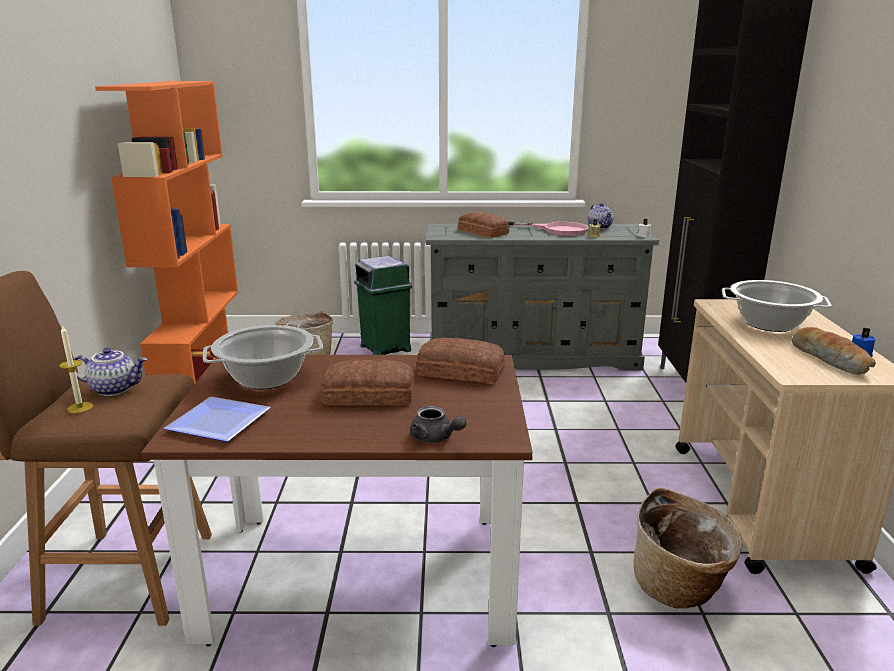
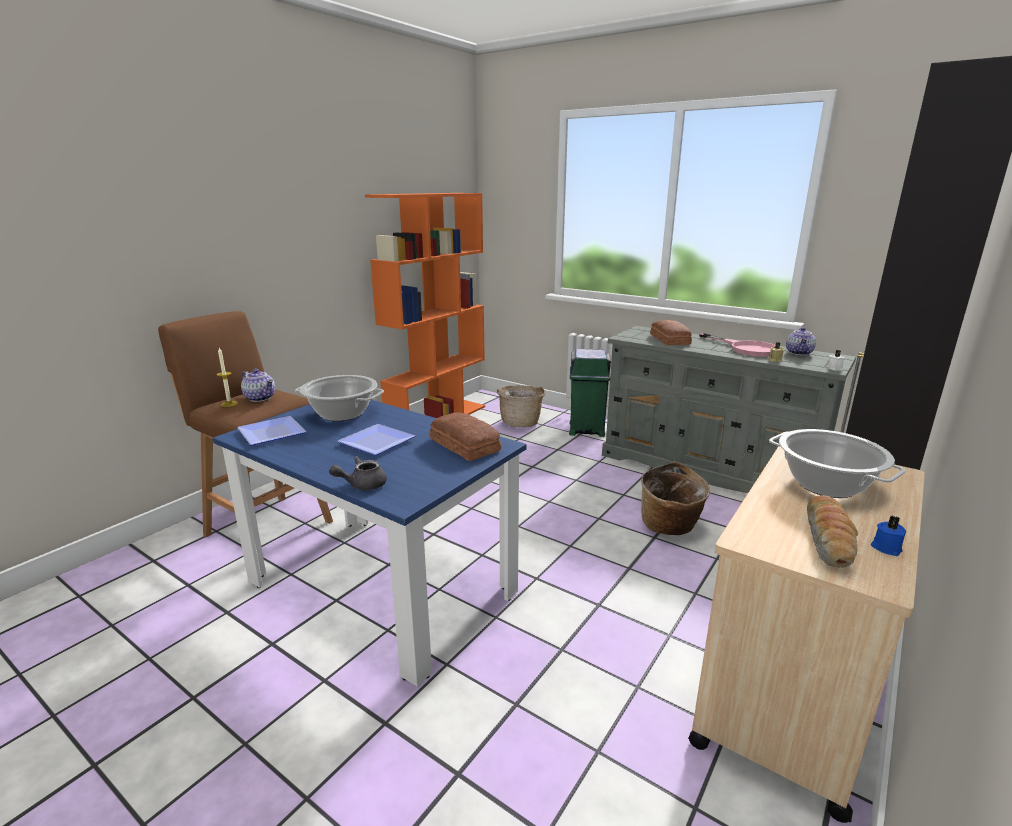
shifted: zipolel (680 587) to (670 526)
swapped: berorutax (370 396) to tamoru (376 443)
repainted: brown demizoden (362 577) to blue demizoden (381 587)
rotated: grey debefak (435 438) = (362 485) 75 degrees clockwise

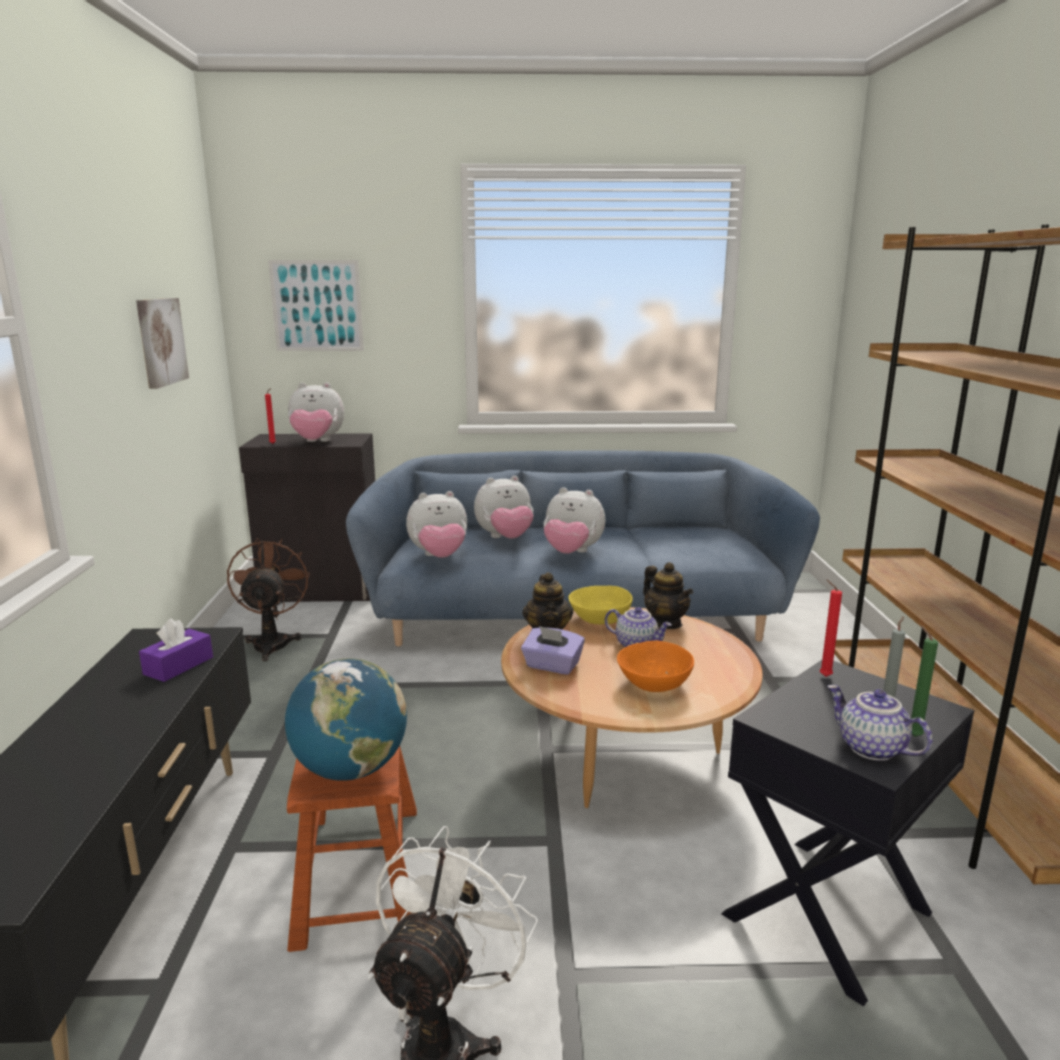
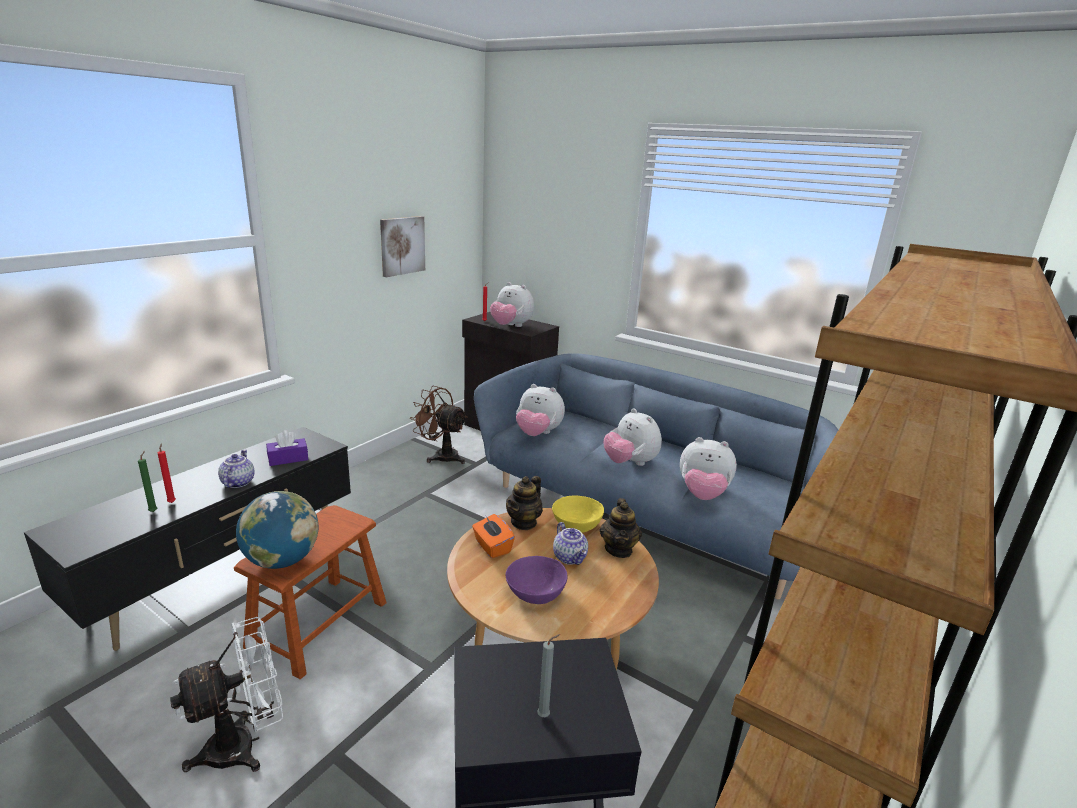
gone: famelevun (317 306)
shifted: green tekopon (912 735) to (154 511); red tekopon (823 676) to (172 502); debefak (870 748) to (237 482); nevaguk (505 538) to (702 494)
repainted: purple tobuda (552 666) to orange tobuda (492 547); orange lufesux (654 684) to purple lufesux (535 593)
rotated: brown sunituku (272 642) = (441 455) 90 degrees counterclockwise

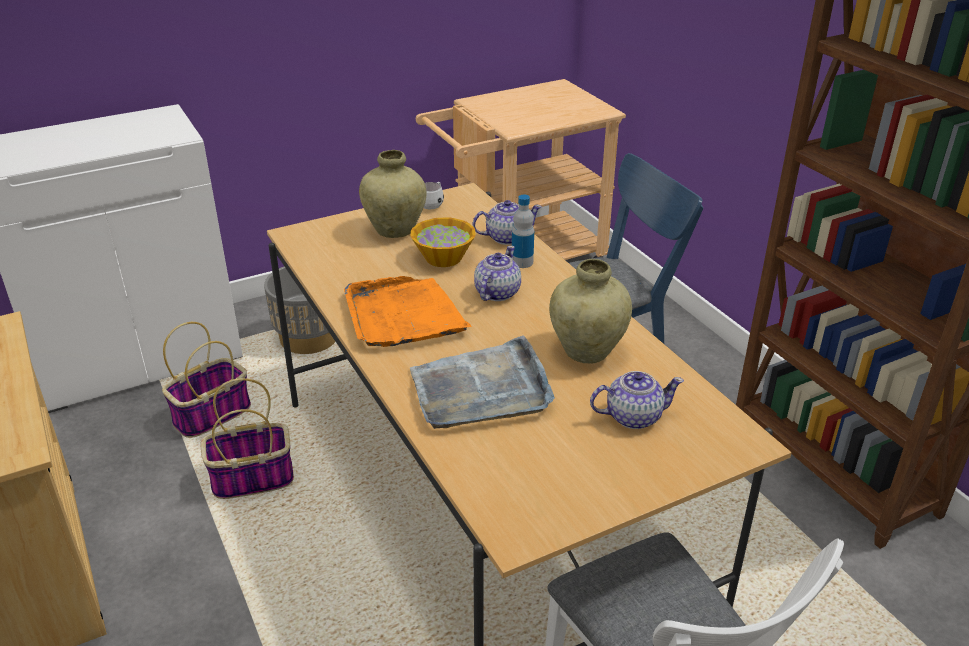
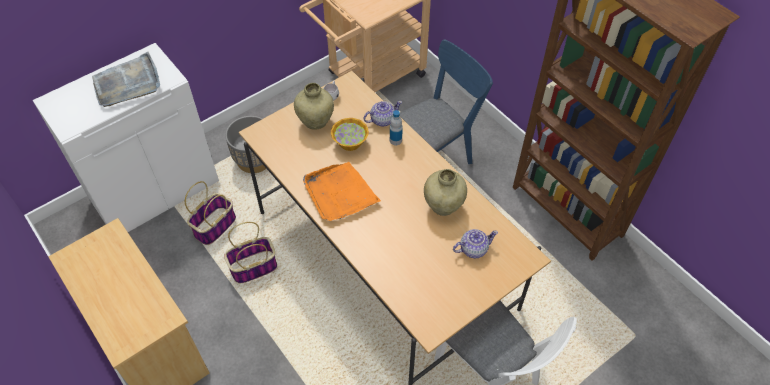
gone: debefak (496 293)
shifted: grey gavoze (481 389) to (127 83)

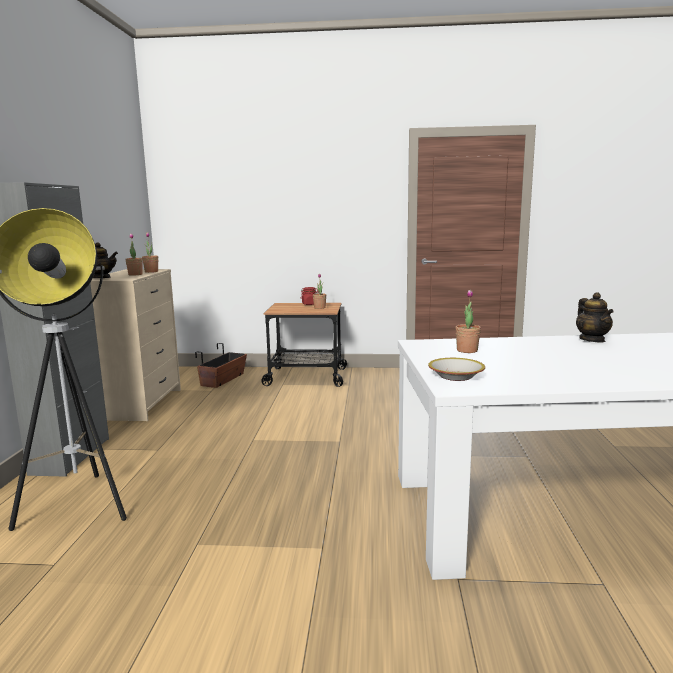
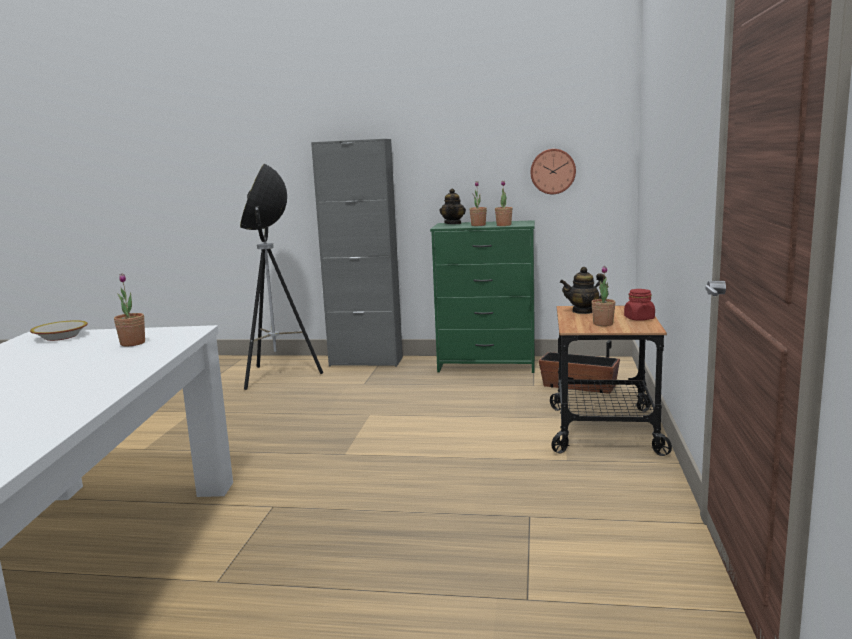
new: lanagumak (553 171)
shifted: debefak (592 340) to (583 311)
repainted: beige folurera (142 404) to green folurera (487 364)

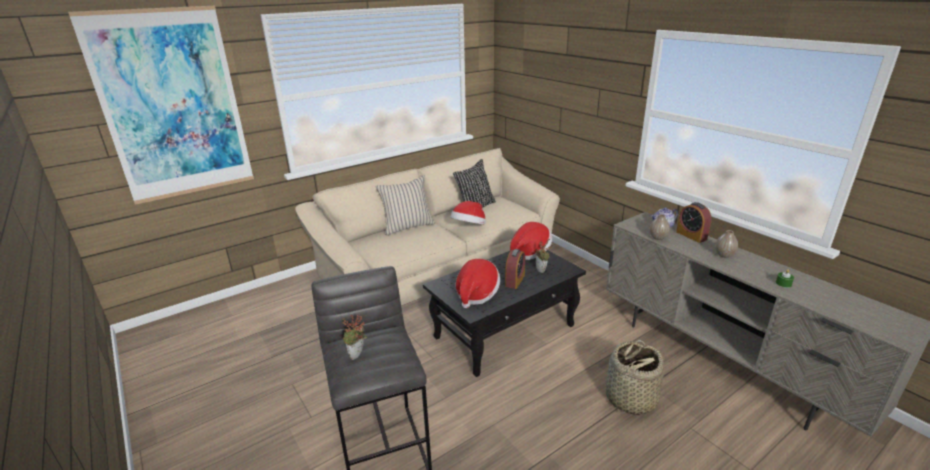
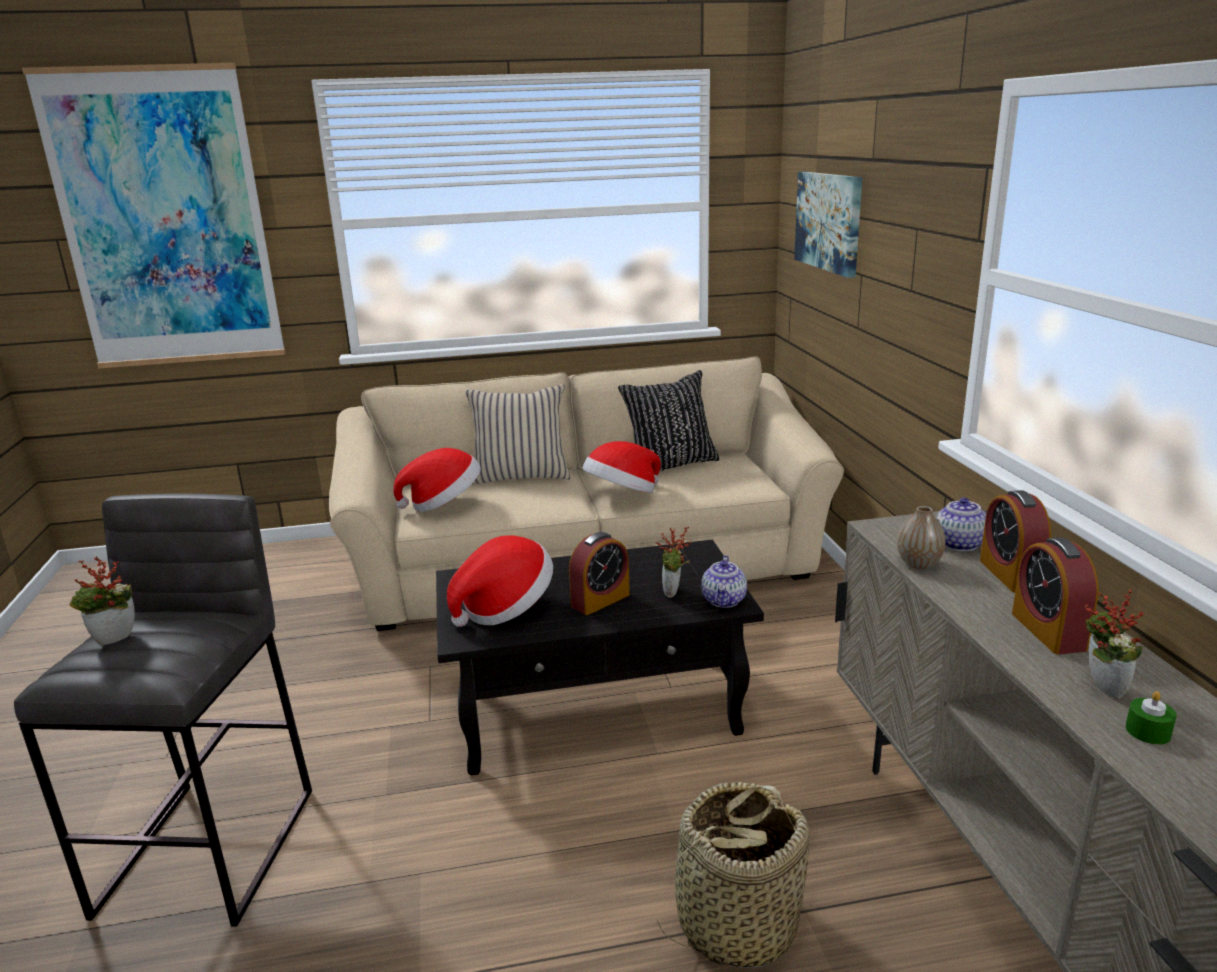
new: debefak (724 600); famelevun (829 221); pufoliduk (1100 687)
shifted: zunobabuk (530 252) to (443 503)
swapped: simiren (724 255) to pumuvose (1048 631)

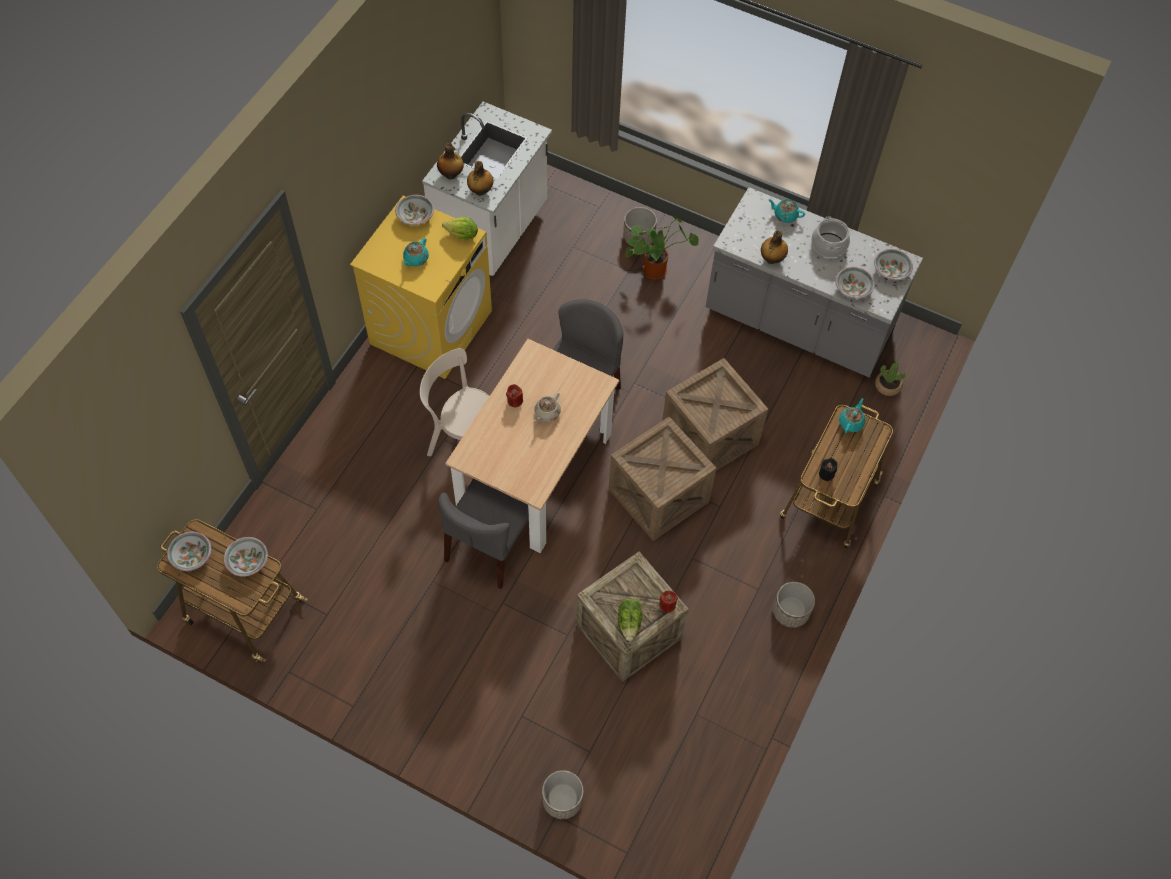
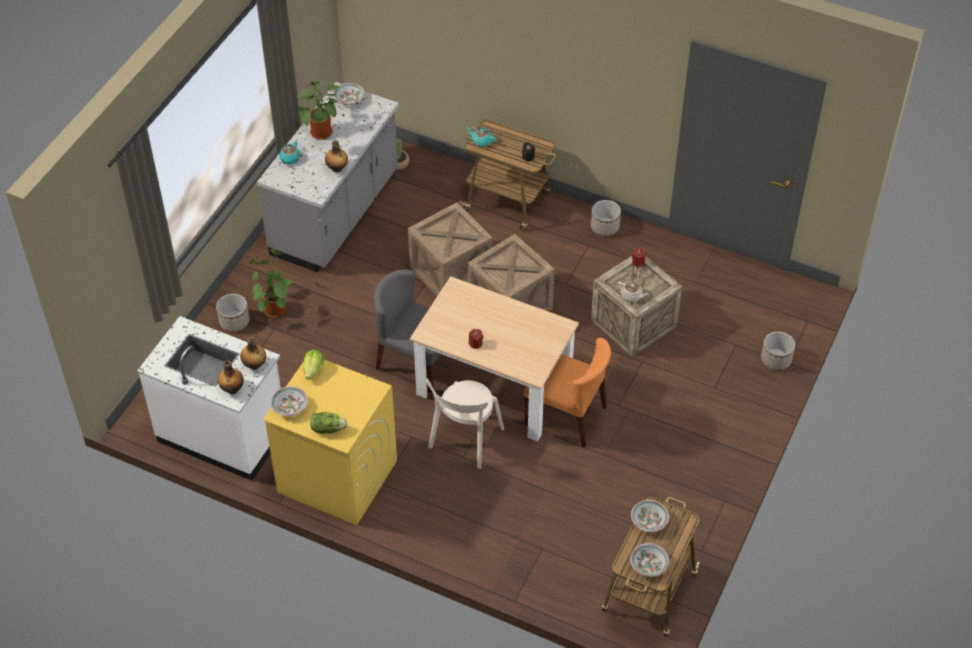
gone: turquoise debefak (415 259); lufesux (853 288)
shifted: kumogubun (630 622) to (328 429); beige debefak (547 413) to (632 296)
swapped: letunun (828 245) to pufoliduk (322 134)
repainted: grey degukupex (491 545) to orange degukupex (566 416)

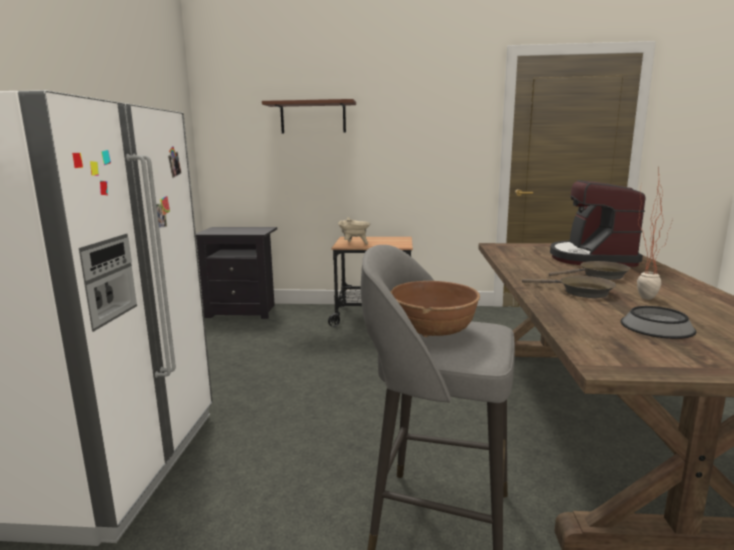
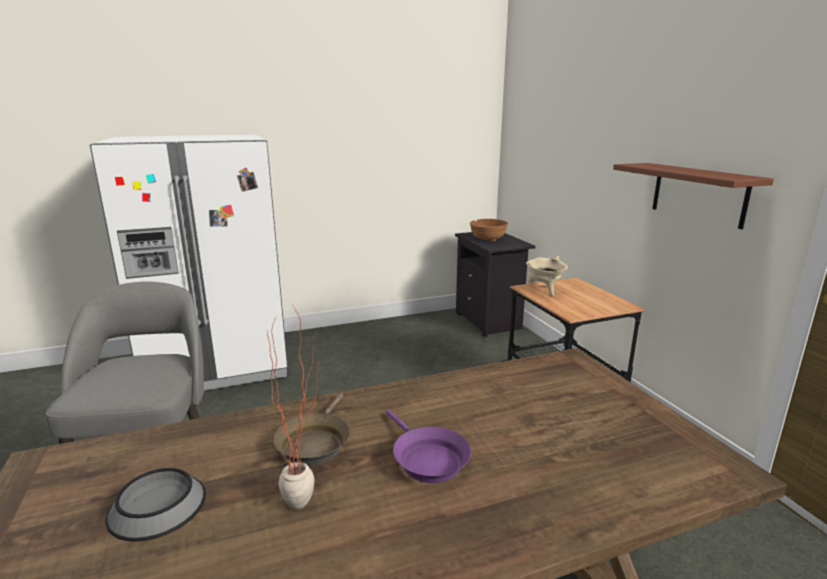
gone: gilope (591 258)
shifted: brown lufesux (433 331) to (488 239); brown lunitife (313 117) to (698 194)
repainted: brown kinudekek (599 275) to purple kinudekek (426 459)

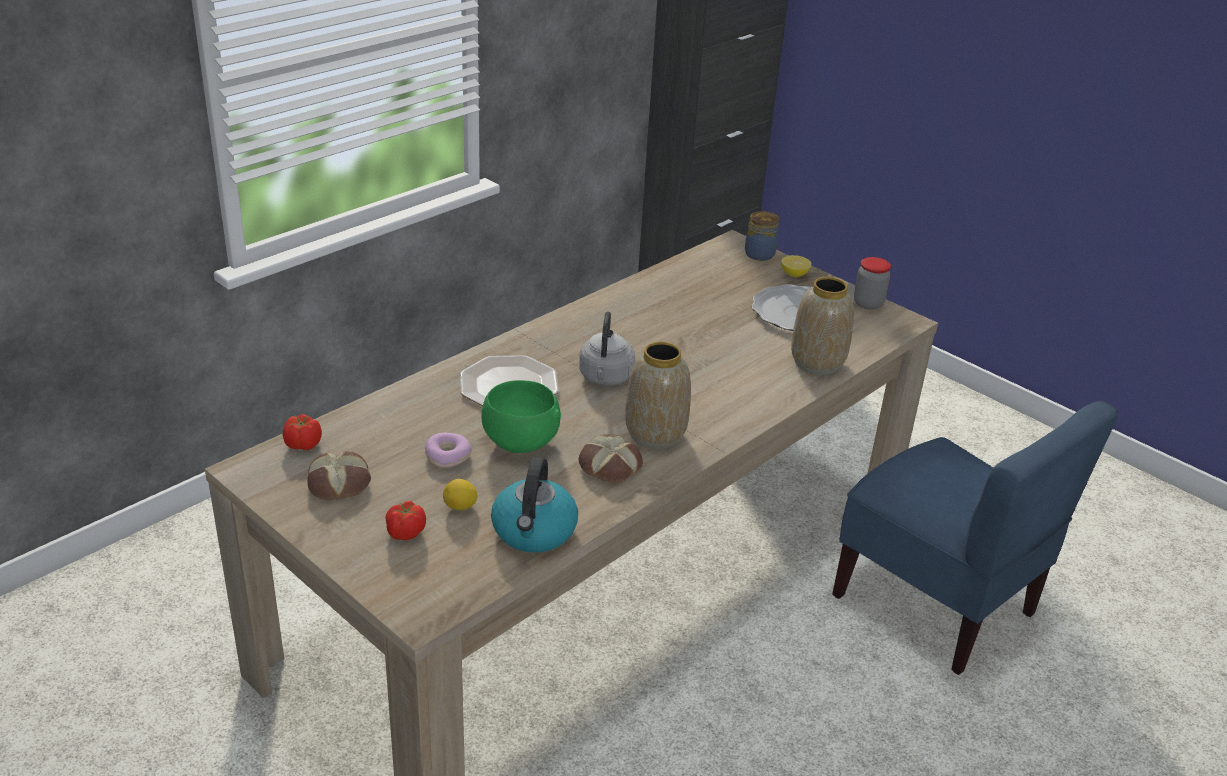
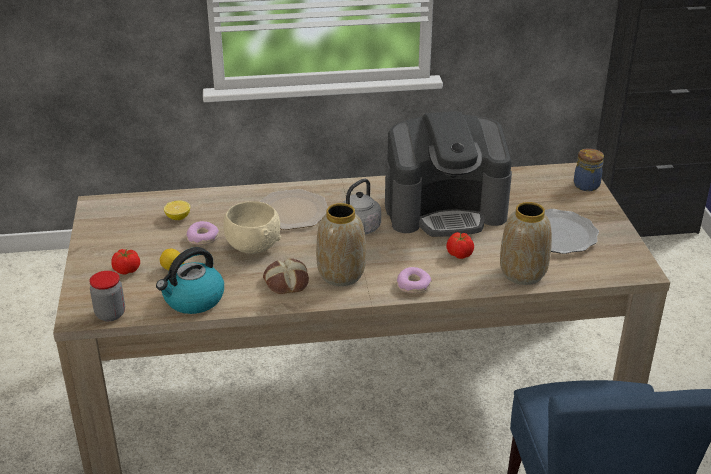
gone: berorutax (340 482)
new: gilope (445 210); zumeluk (413 285)
shifted: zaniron (868 303) to (110 314); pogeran (794 274) to (178 218); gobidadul (303 445) to (459 255)
repainted: green lufesux (519 442) to beige lufesux (253 246)

